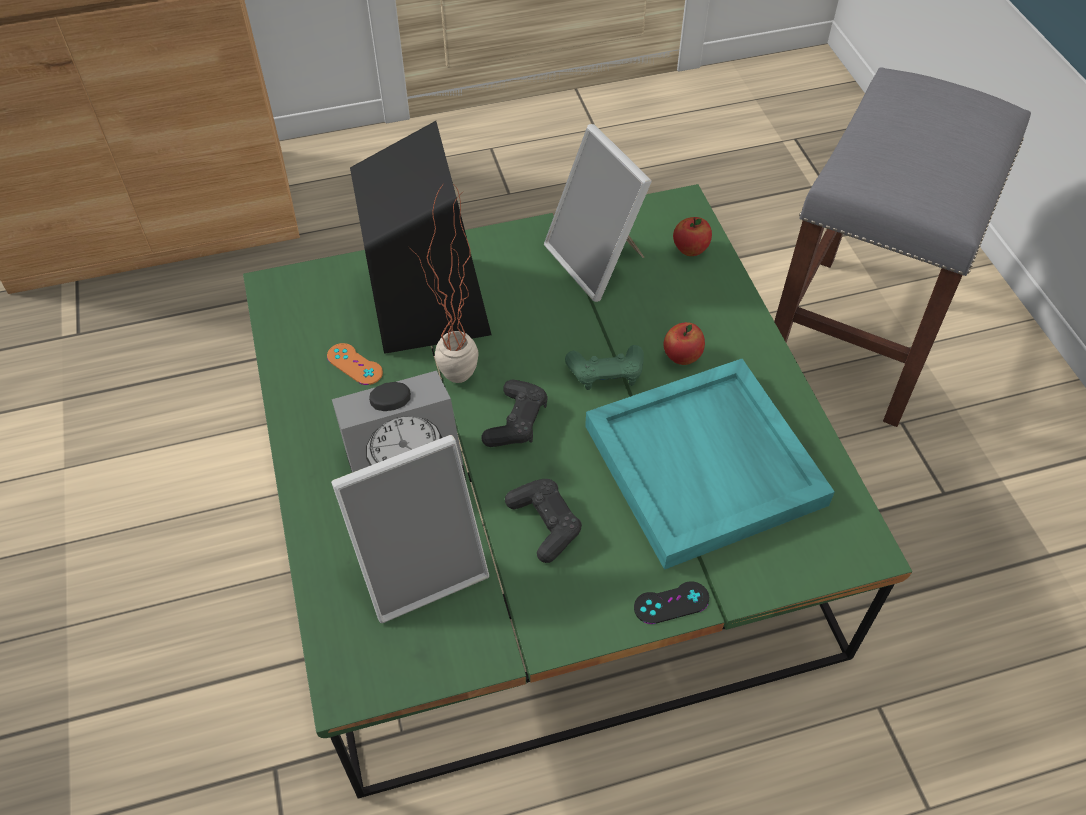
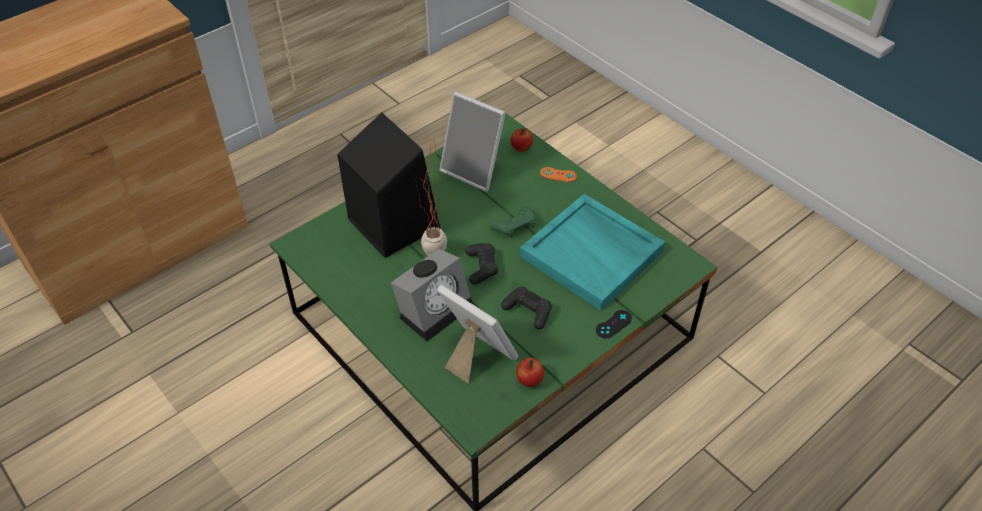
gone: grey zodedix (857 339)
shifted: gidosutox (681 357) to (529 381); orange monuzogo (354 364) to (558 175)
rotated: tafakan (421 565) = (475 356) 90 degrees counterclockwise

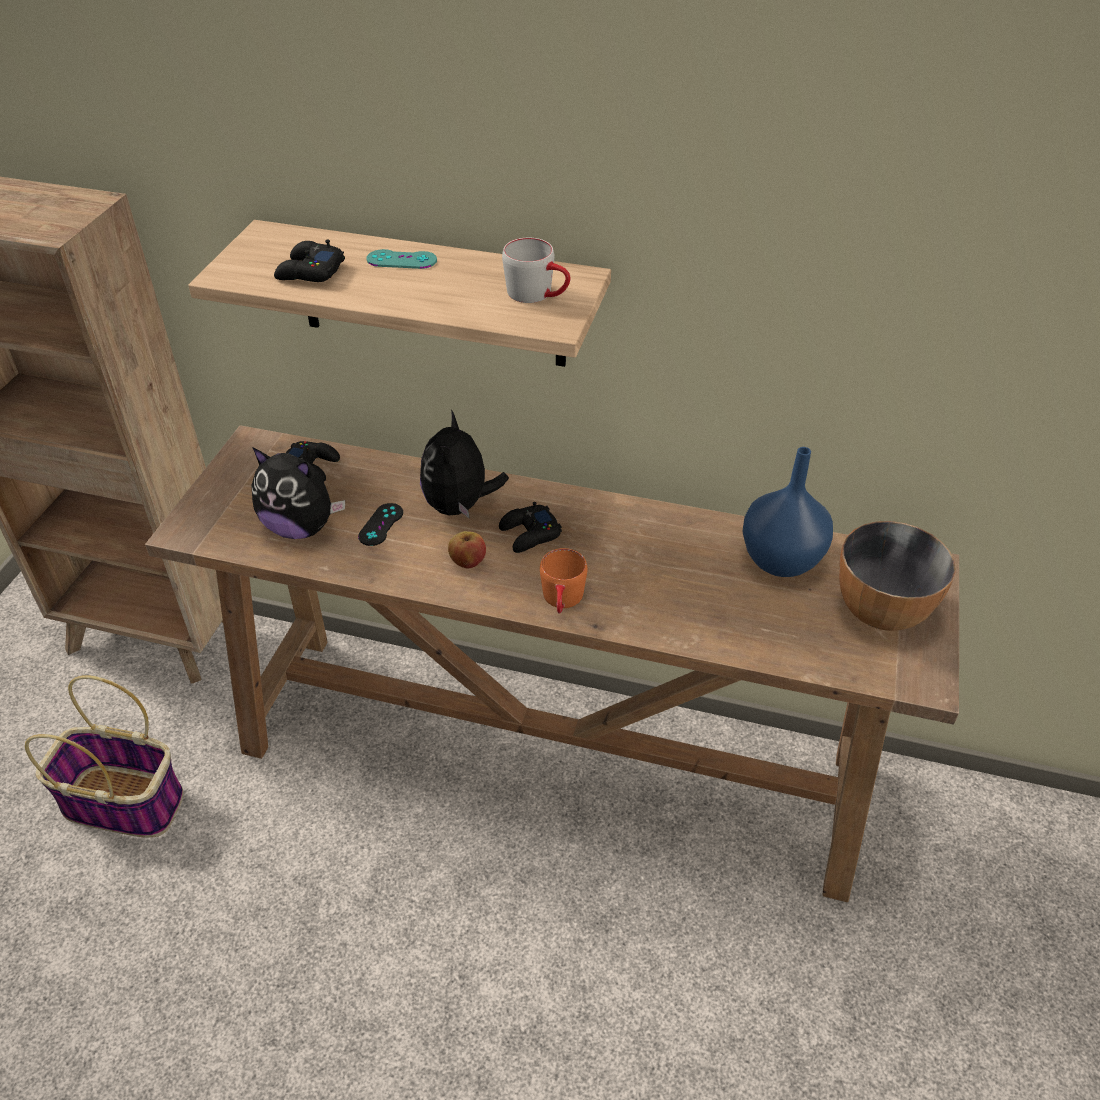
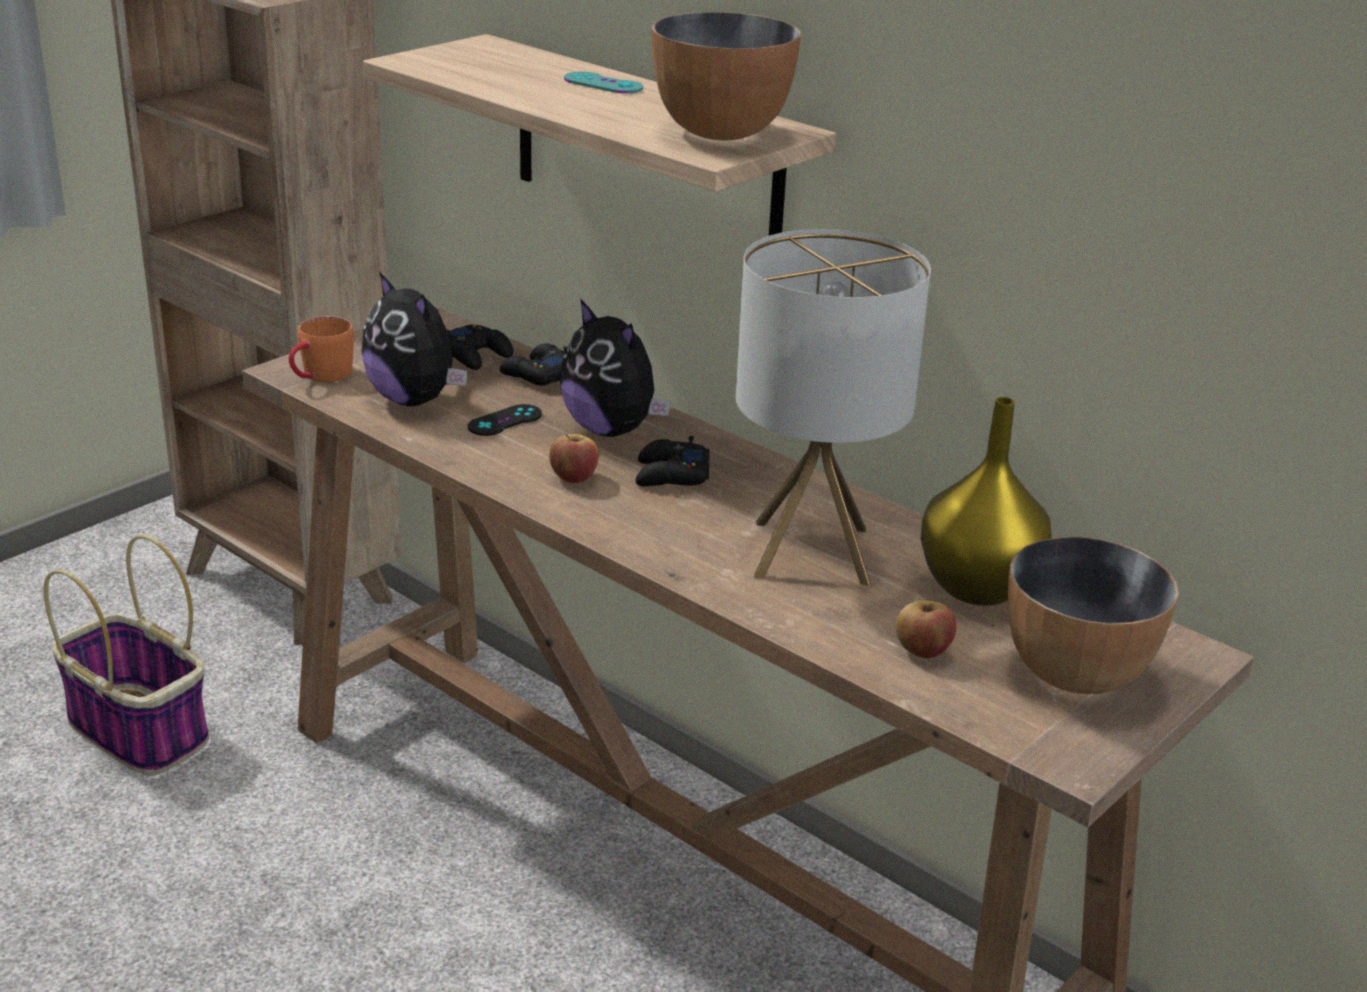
new: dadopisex (810 552); gidosutox (922 650)
shifted: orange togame (562 601) to (320 376); black monuzogo (309 272) to (538 374)
swapped: grey togame (538 295) to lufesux (722 132)
repainted: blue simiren (782 561) to yellow simiren (979 589)
rotated: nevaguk (460 506) = (611 429) 75 degrees counterclockwise

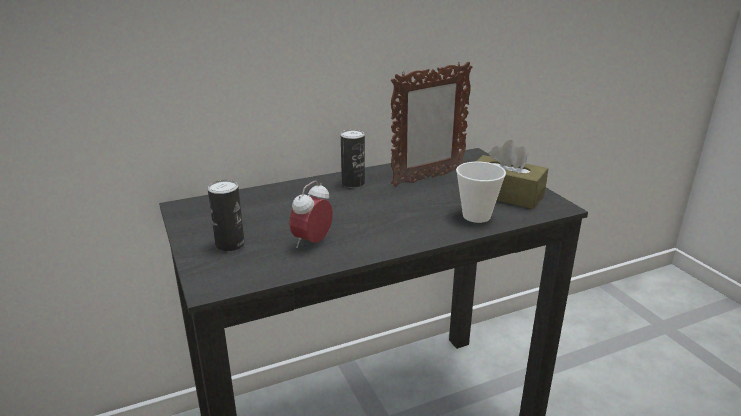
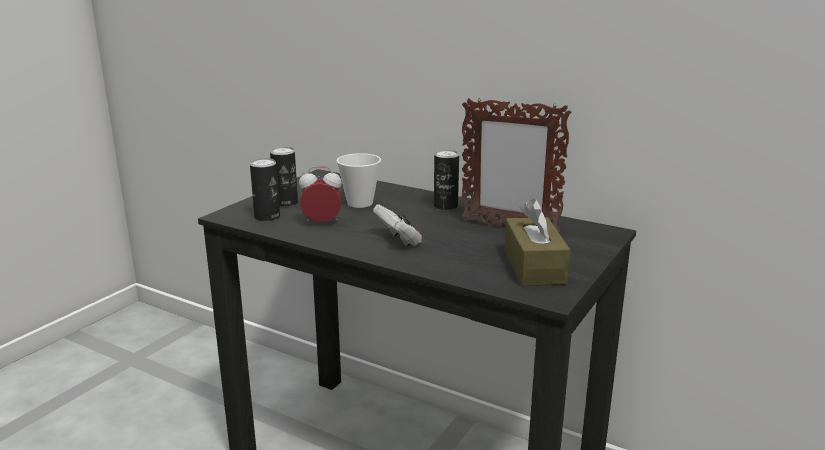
new: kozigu (267 217); white monuzogo (399 241)
shifted: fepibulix (476 216) to (360 203)

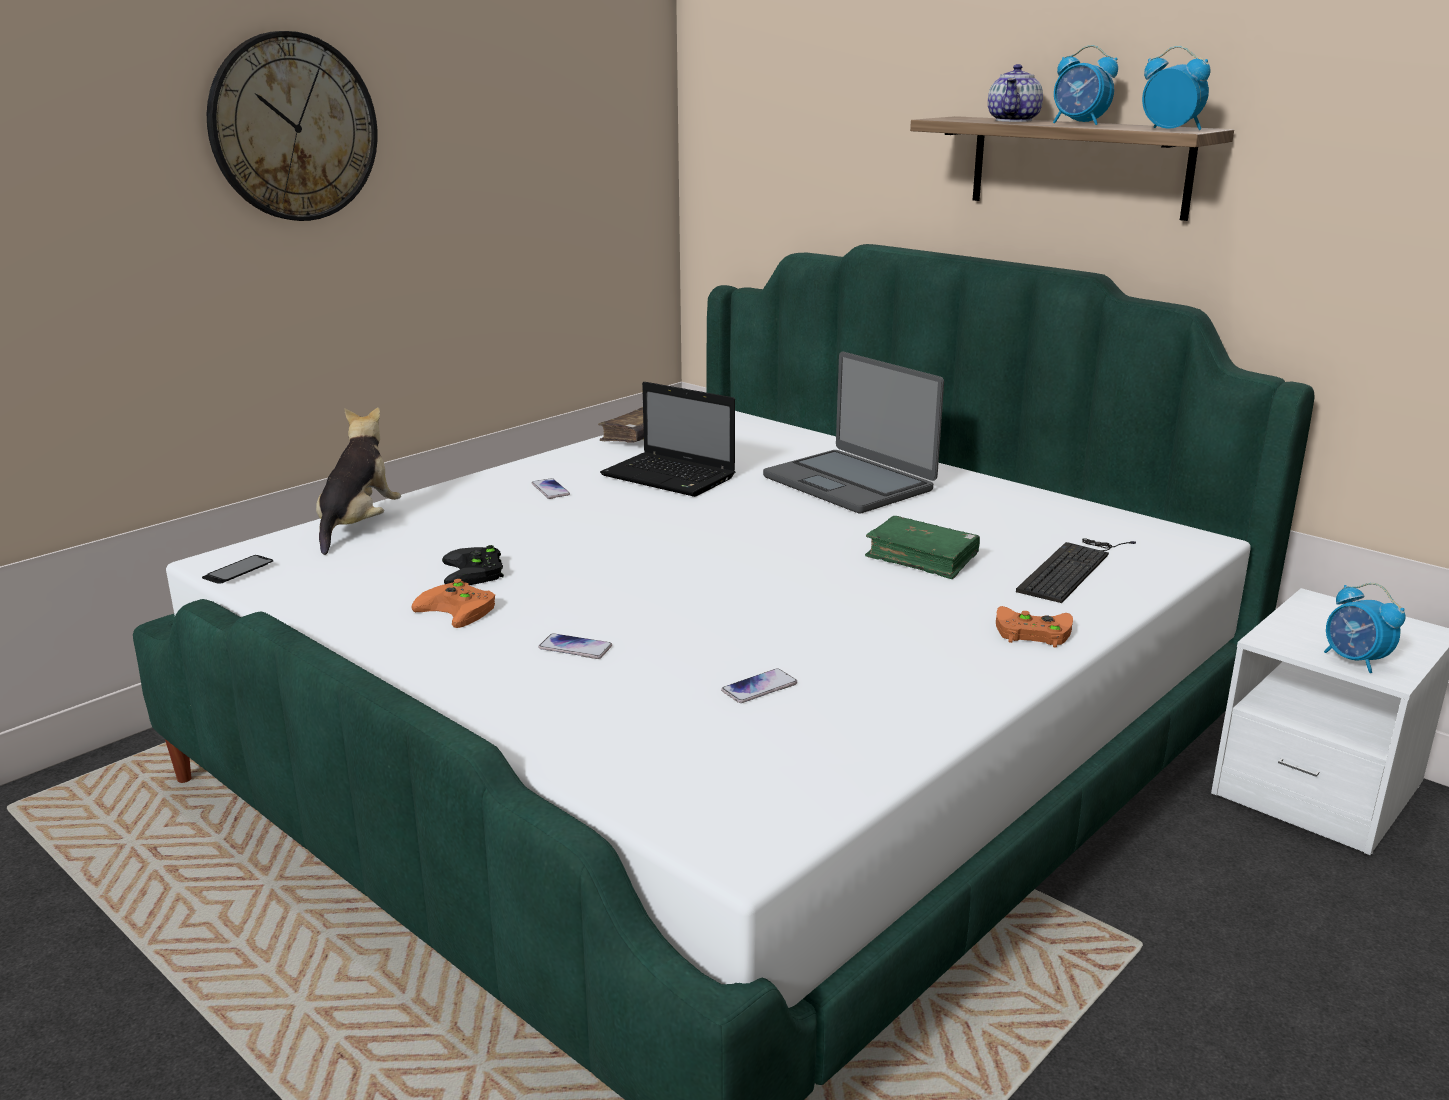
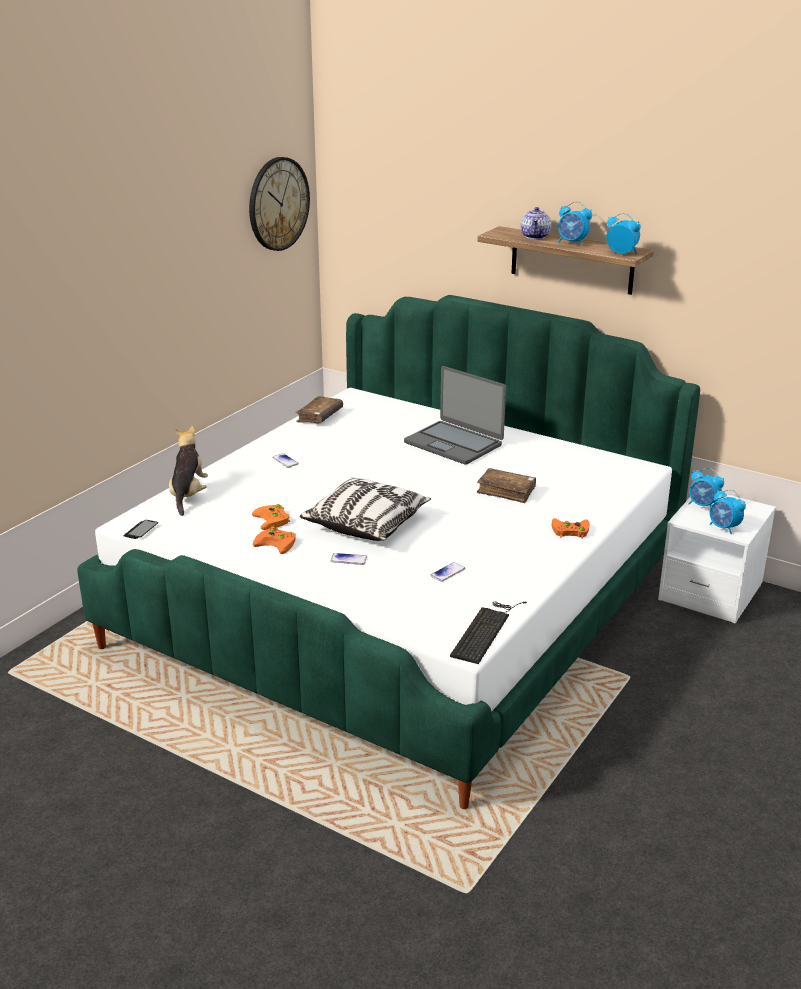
gone: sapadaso (671 477)
new: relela (366 523); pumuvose (703 505)
shifted: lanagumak (293 127) to (278 204); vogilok (1072 567) to (486 630)
repainted: black monuzogo (476 572) to orange monuzogo (273 520); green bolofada (922 558) to brown bolofada (506 491)

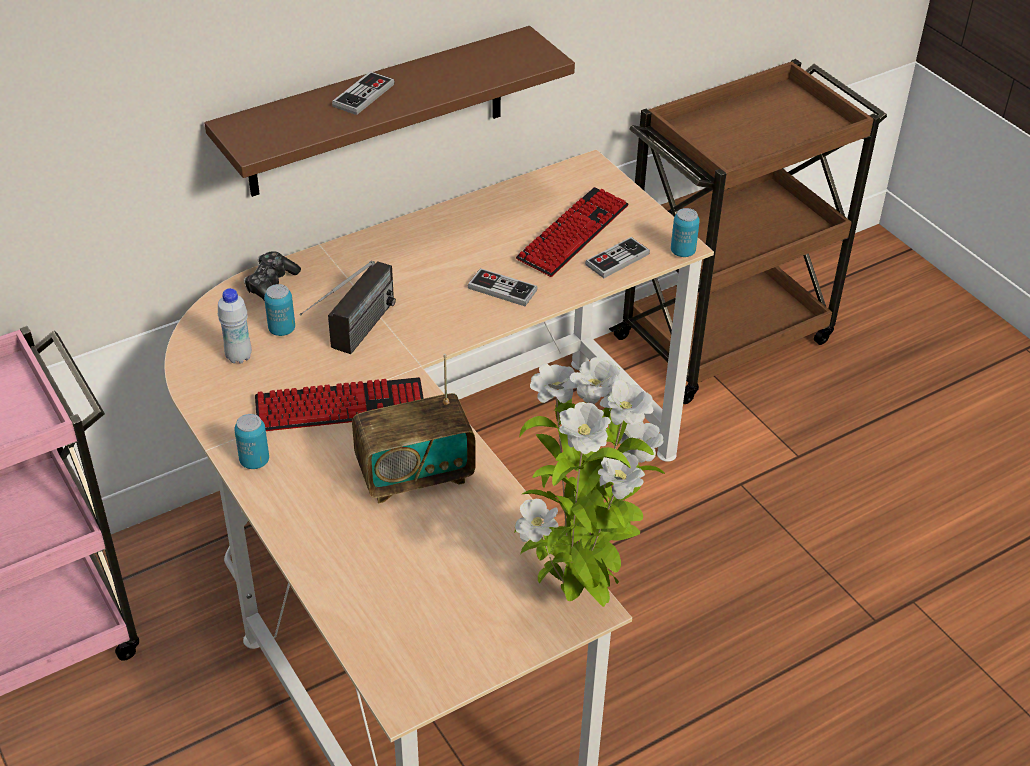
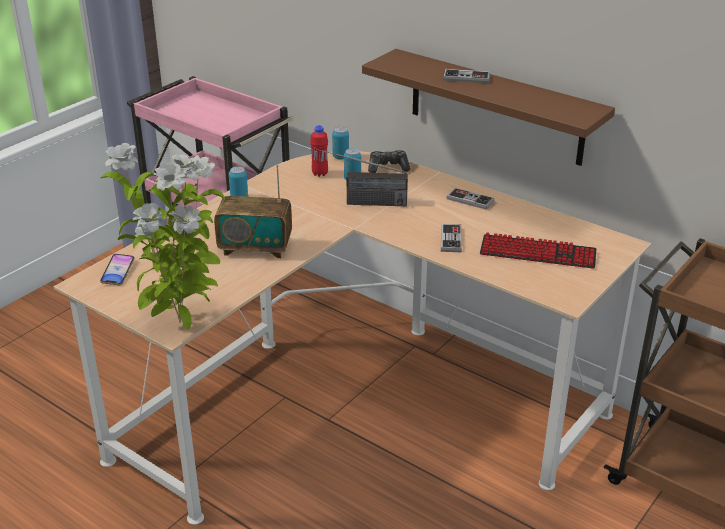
gone: vogilok (340 407)
new: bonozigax (118 272)
shifted: kozigu (682 252) to (340 157); monuzogo (617 259) to (470 200)
repainted: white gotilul (239 357) to red gotilul (320 173)
rotated: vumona (415 475) = (255 248) 45 degrees counterclockwise

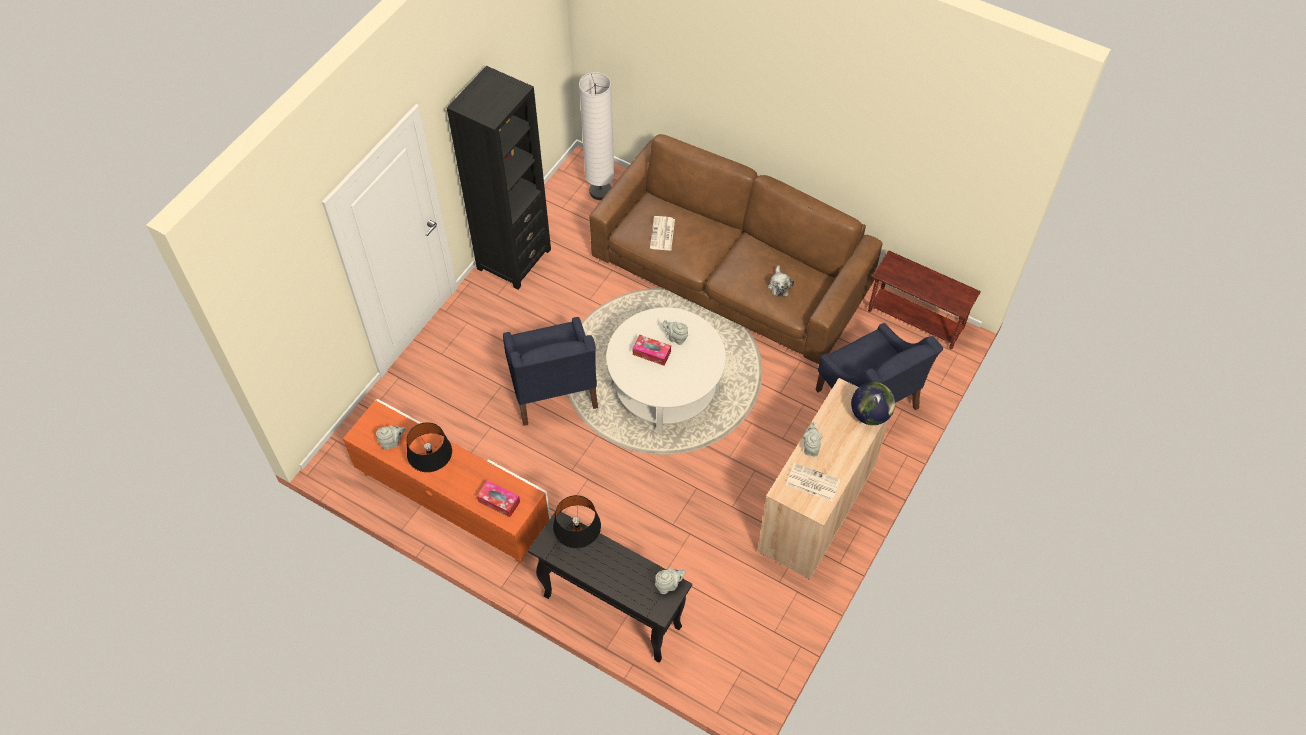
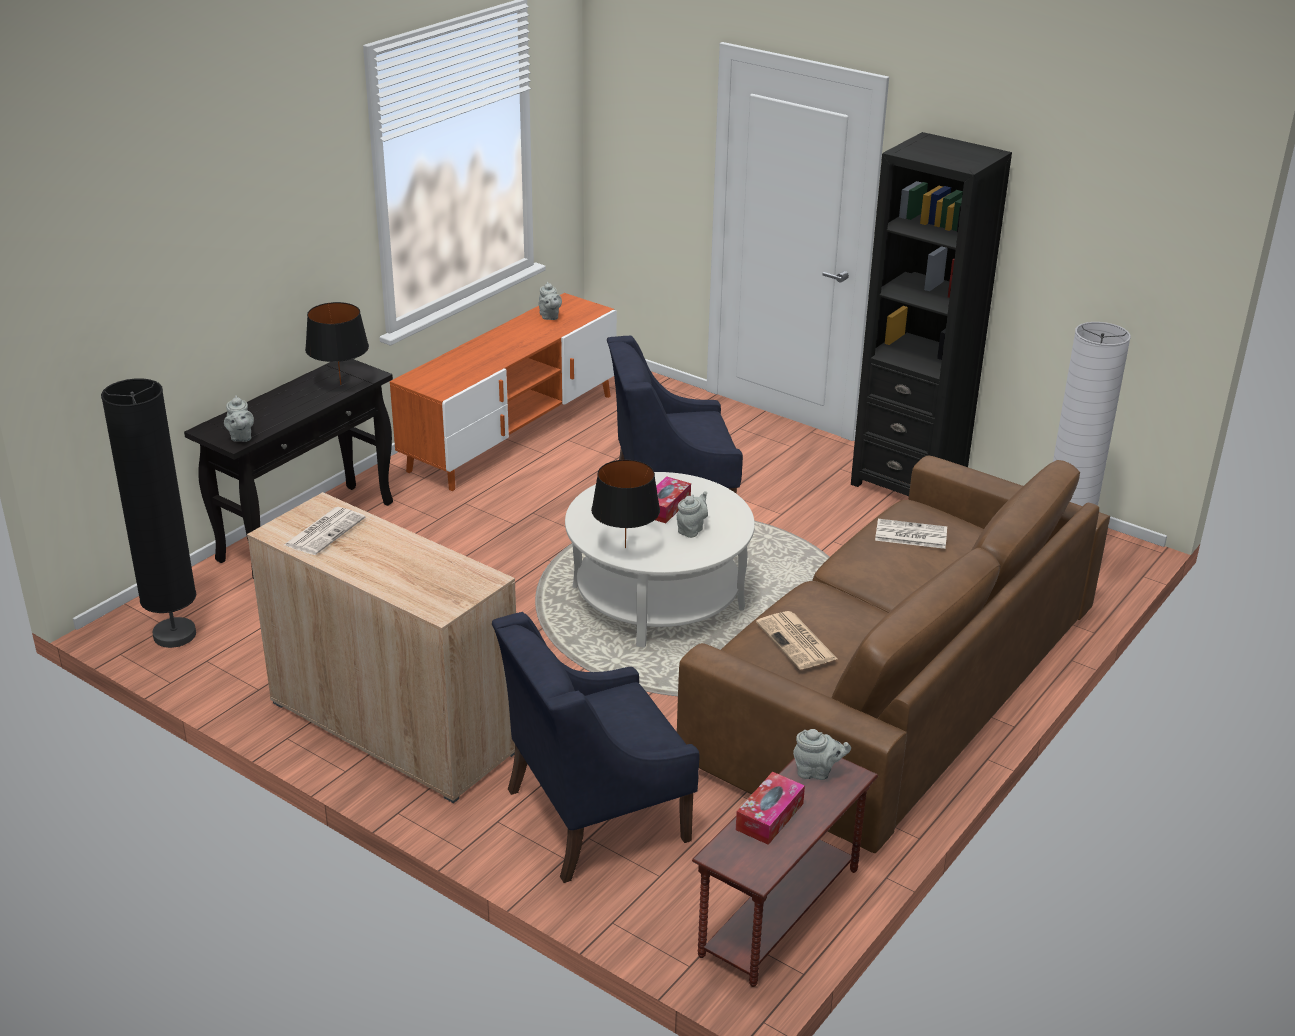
gone: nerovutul (869 414)
new: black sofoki (174 635)
shifted: black dadopisex (433 466) to (625 547); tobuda (499 501) to (769 816); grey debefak (811 447) to (817 772)
swapped: nevaguk (779 285) to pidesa (797 642)

